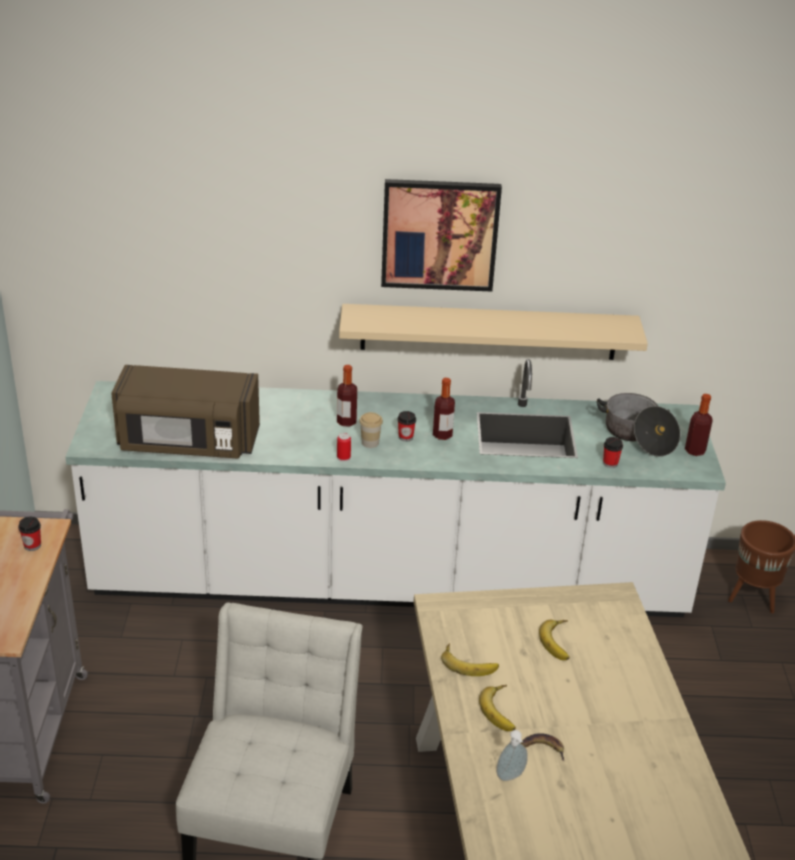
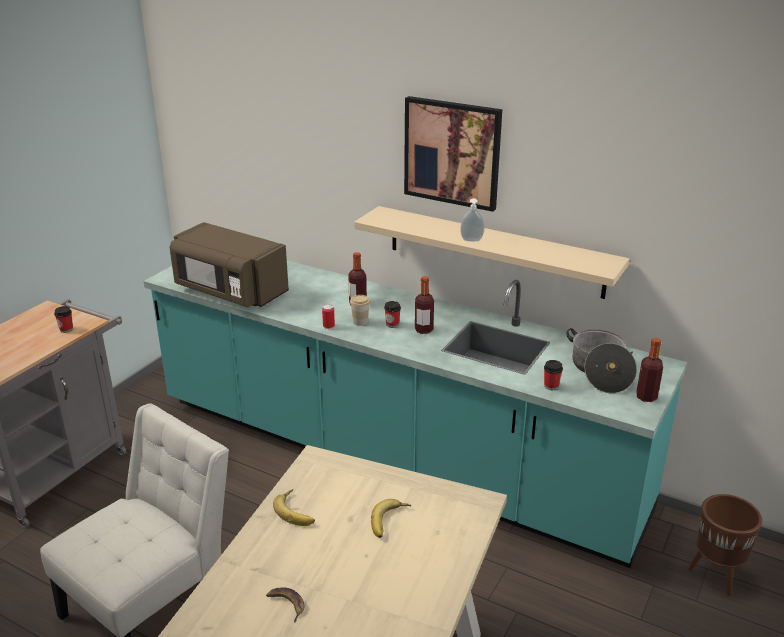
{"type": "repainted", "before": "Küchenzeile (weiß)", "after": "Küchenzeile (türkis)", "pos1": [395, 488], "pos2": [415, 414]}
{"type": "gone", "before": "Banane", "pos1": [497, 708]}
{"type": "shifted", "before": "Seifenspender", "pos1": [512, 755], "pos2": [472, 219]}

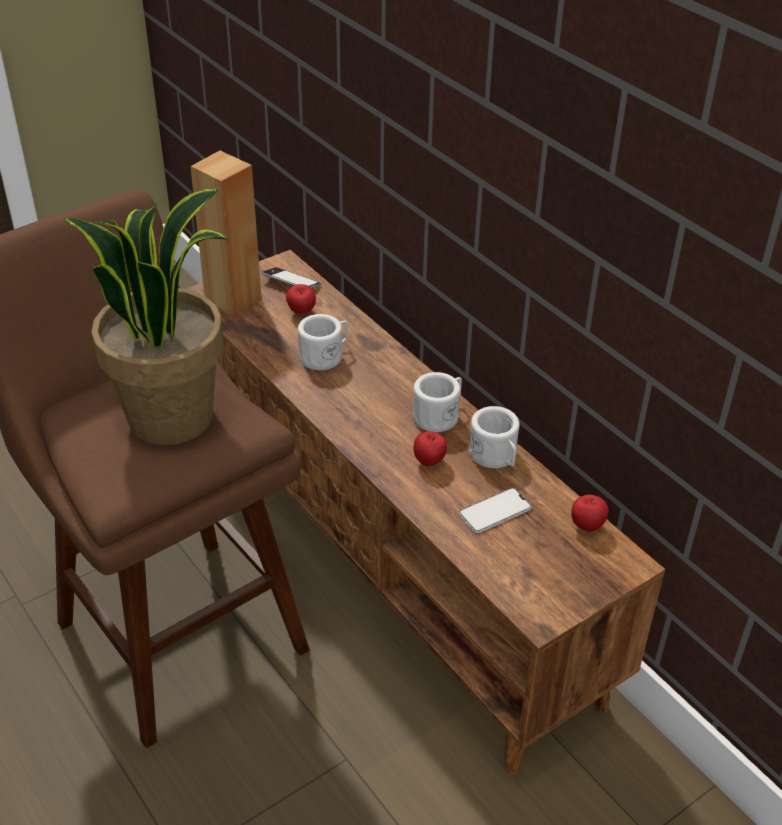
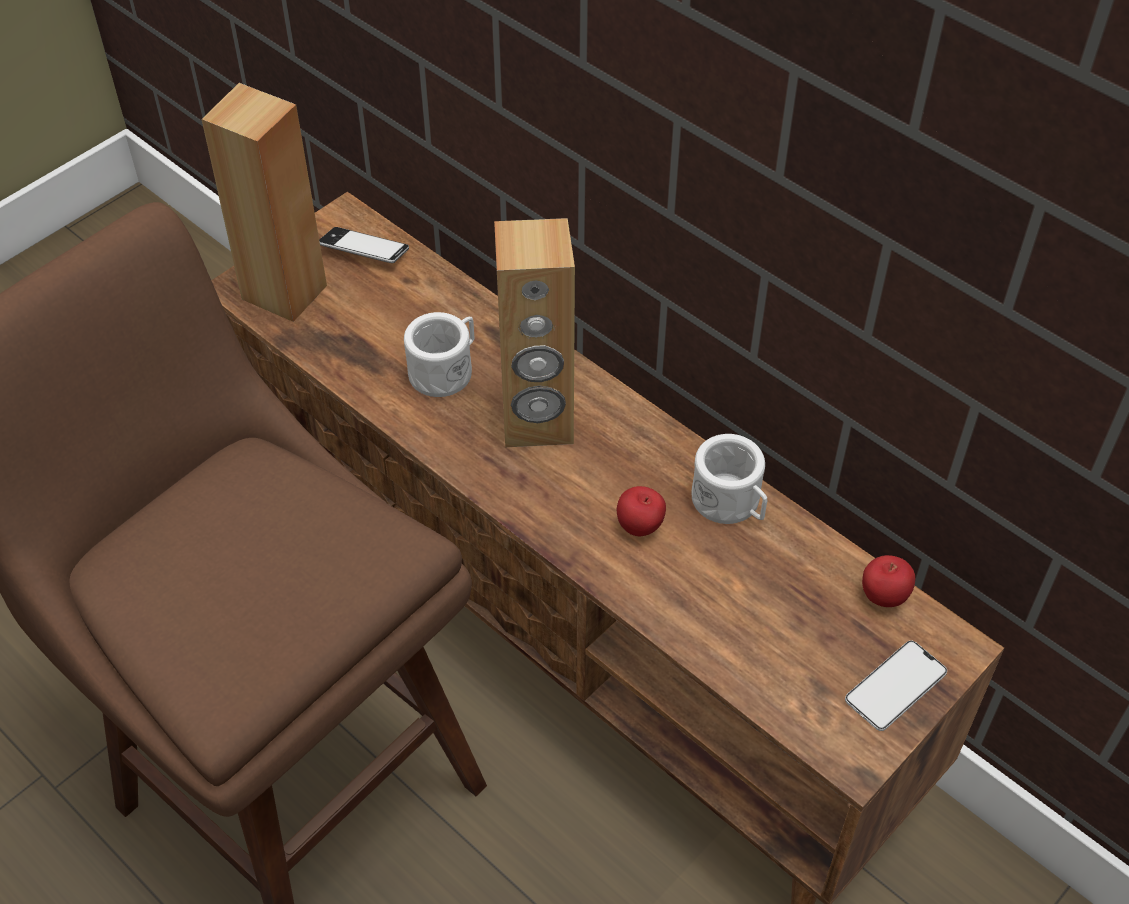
{"type": "gone", "before": "Topfpflanze", "pos1": [145, 316]}
{"type": "gone", "before": "Apfel", "pos1": [301, 299]}
{"type": "gone", "before": "Henkelbecher (weiß)", "pos1": [437, 402]}
{"type": "shifted", "before": "Handy", "pos1": [495, 510], "pos2": [896, 685]}
{"type": "new", "after": "Lautsprecher (braun)", "pos2": [534, 332]}

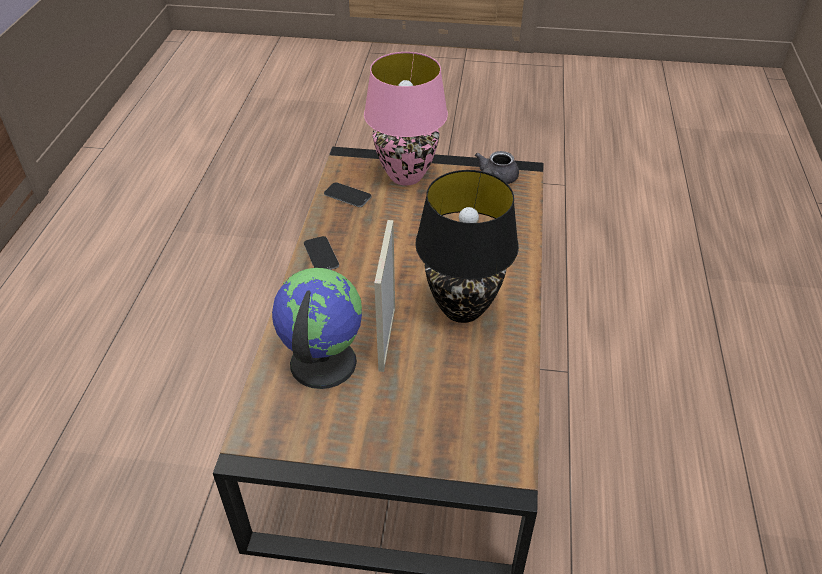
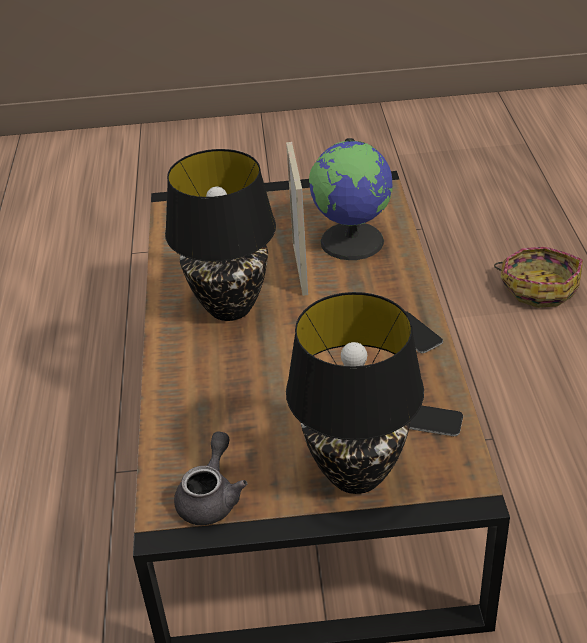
{"type": "repainted", "before": "Tischlampe (rosa)", "after": "Tischlampe (schwarz)", "pos1": [406, 118], "pos2": [355, 393]}
{"type": "new", "after": "Korb", "pos2": [538, 277]}

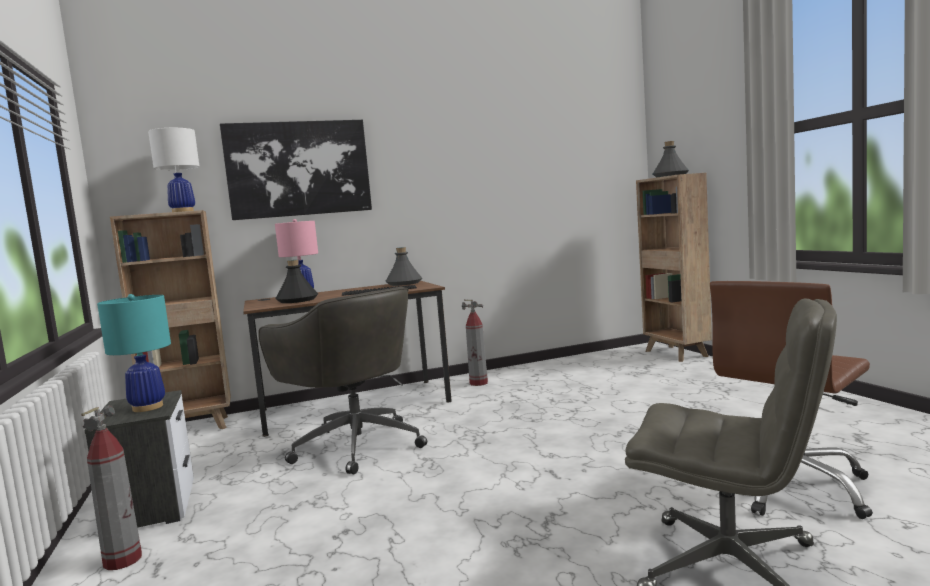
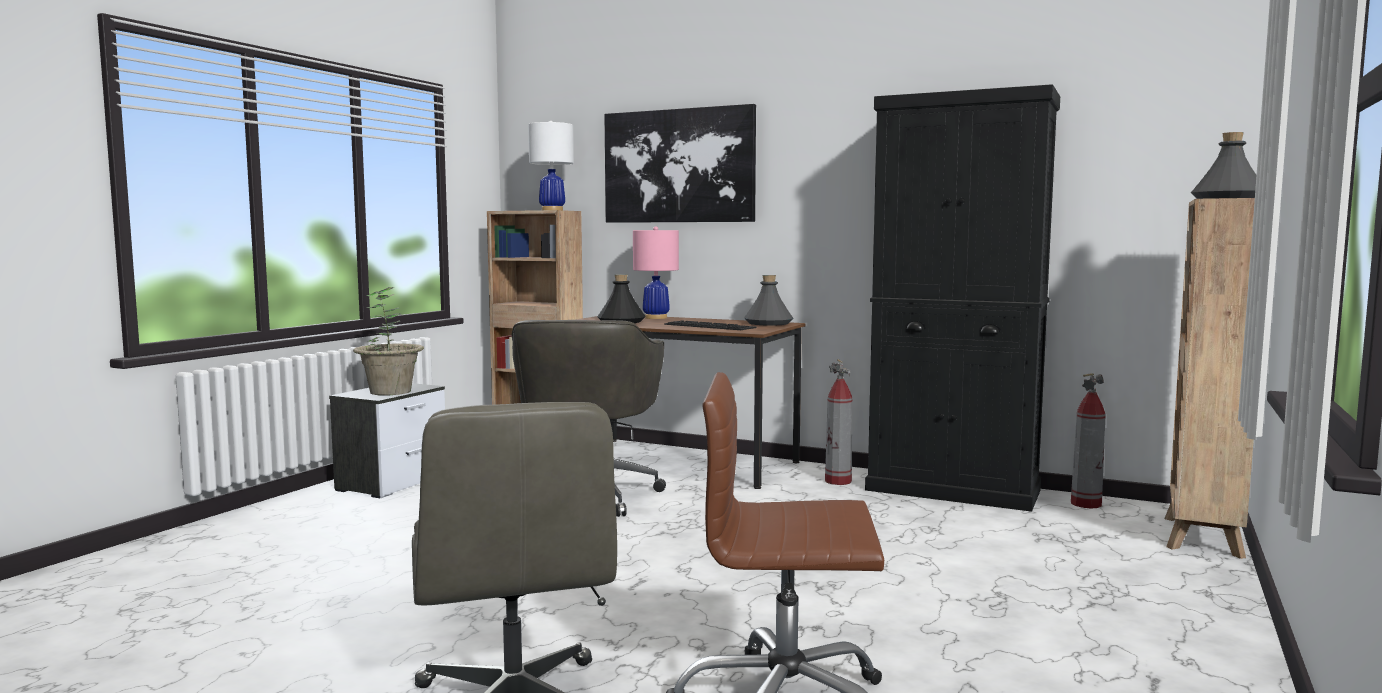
{"type": "swapped", "before": "Tischlampe (türkis)", "after": "Topfpflanze", "pos1": [134, 353], "pos2": [388, 341]}
{"type": "shifted", "before": "Feuerlöscher", "pos1": [111, 487], "pos2": [1088, 440]}
{"type": "new", "after": "Schrank (schwarz)", "pos2": [962, 298]}

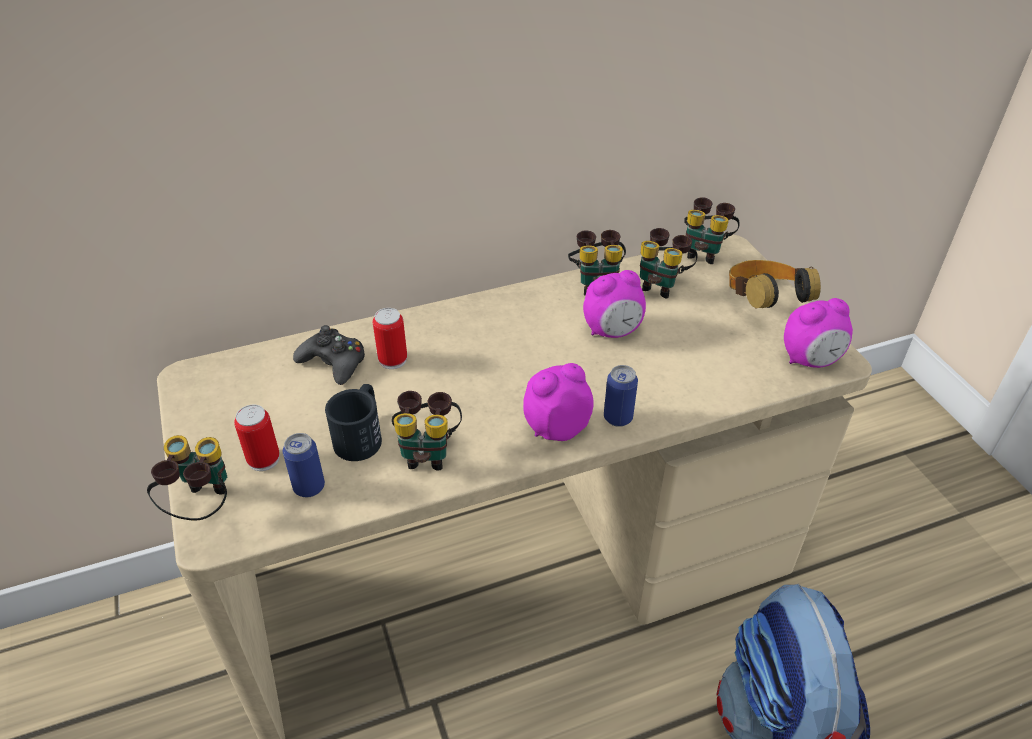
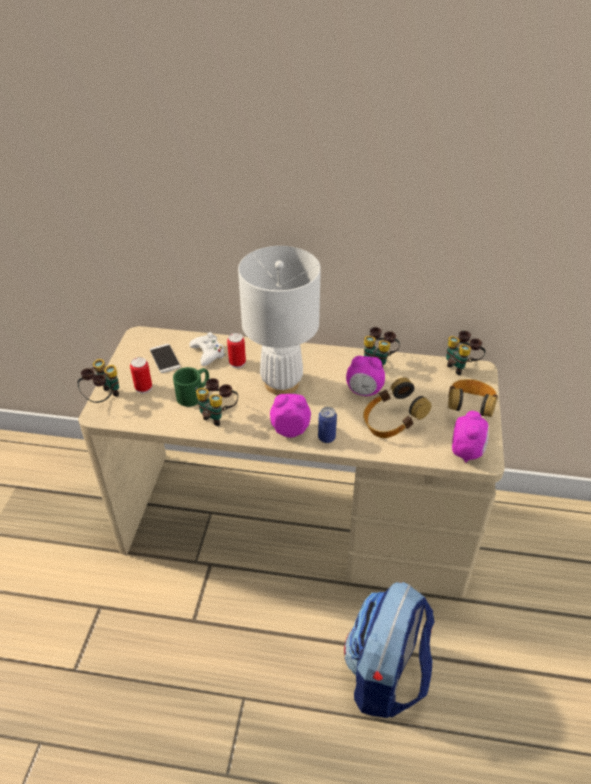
{"type": "gone", "before": "Fernglas", "pos1": [669, 263]}
{"type": "rotated", "before": "Wecker", "pos1": [818, 333], "pos2": [470, 437], "turn": -90}
{"type": "repainted", "before": "Gamepad (schwarz)", "after": "Gamepad (weiß)", "pos1": [329, 355], "pos2": [207, 349]}
{"type": "repainted", "before": "Henkelbecher (schwarz)", "after": "Henkelbecher (grün)", "pos1": [353, 422], "pos2": [191, 387]}
{"type": "gone", "before": "Dose", "pos1": [304, 465]}
{"type": "new", "after": "Tischlampe (weiß)", "pos2": [279, 320]}
{"type": "new", "after": "Handy", "pos2": [165, 358]}
{"type": "new", "after": "Kopfhörer", "pos2": [397, 407]}

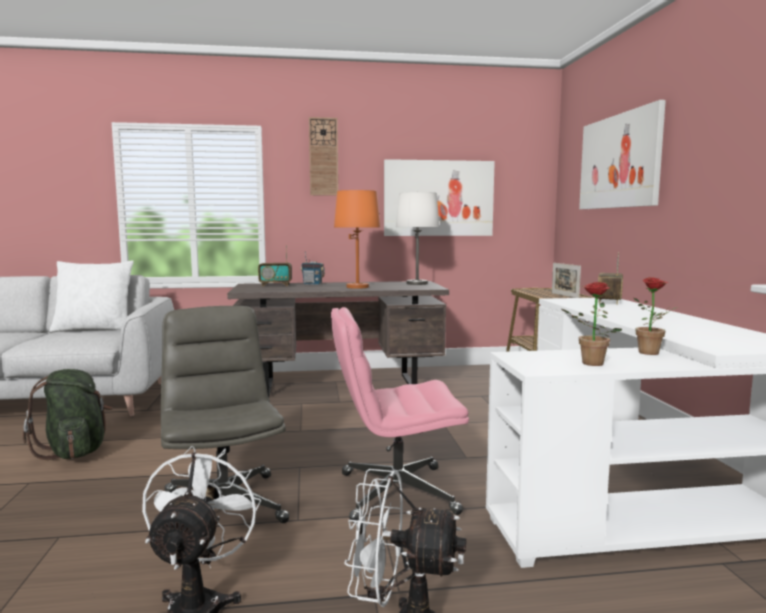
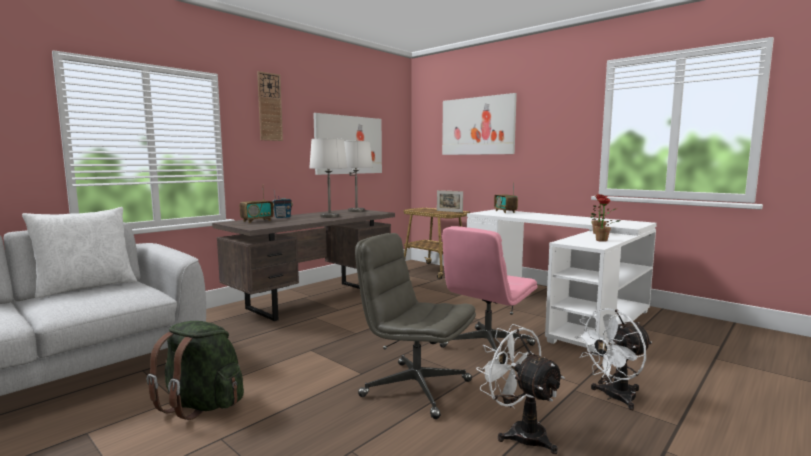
{"type": "repainted", "before": "Tischlampe (orange)", "after": "Tischlampe (weiß)", "pos1": [357, 239], "pos2": [328, 178]}

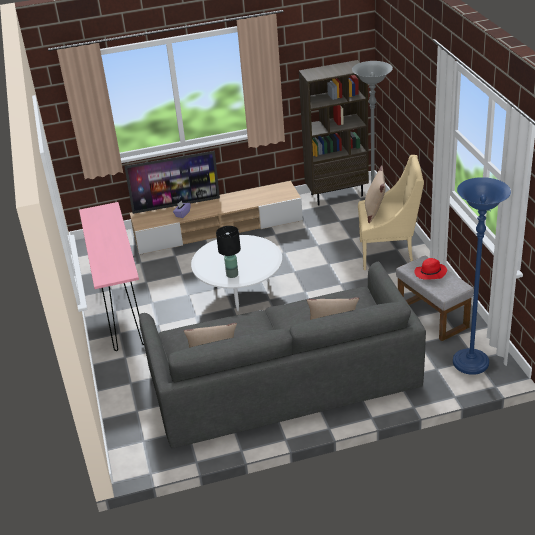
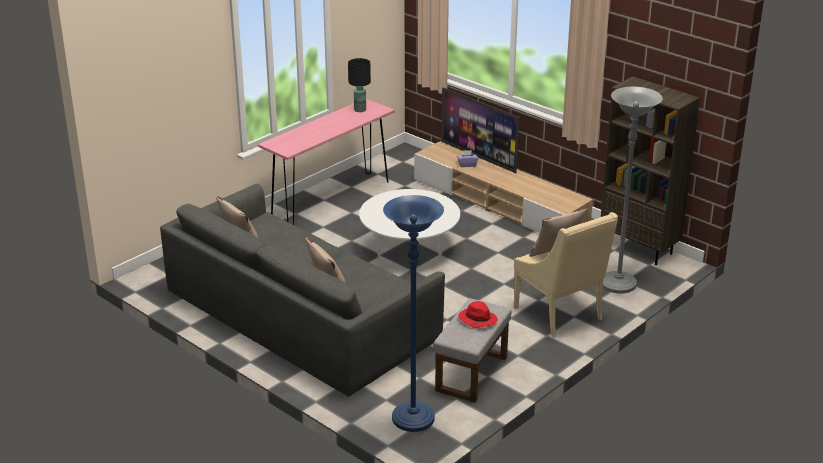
{"type": "shifted", "before": "Tischlampe (schwarz)", "pos1": [228, 252], "pos2": [359, 85]}

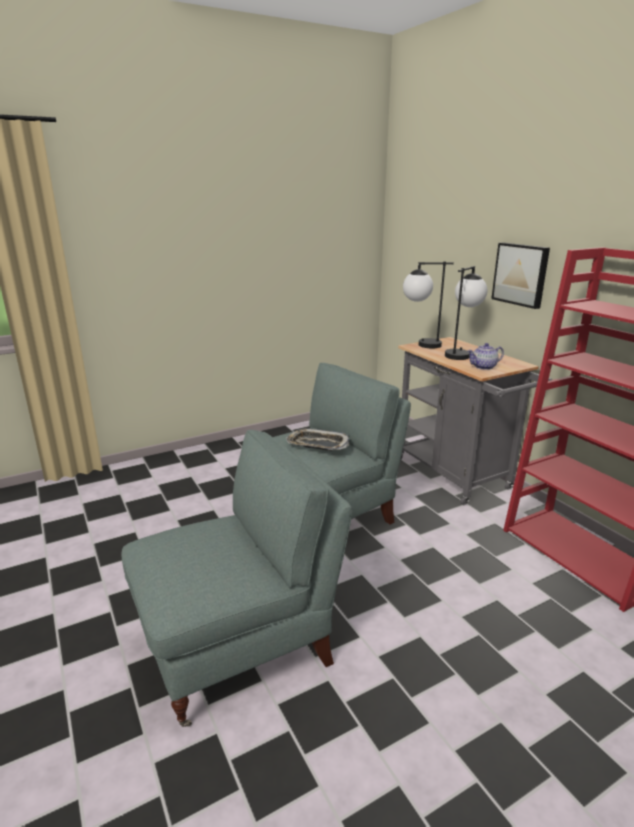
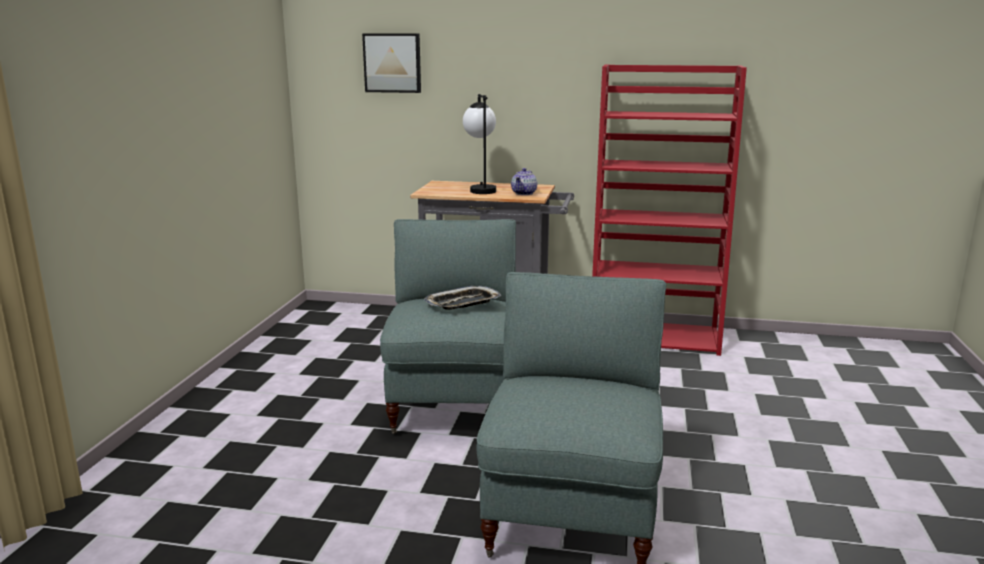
{"type": "shifted", "before": "Bild", "pos1": [520, 276], "pos2": [391, 63]}
{"type": "gone", "before": "Tischlampe", "pos1": [428, 304]}

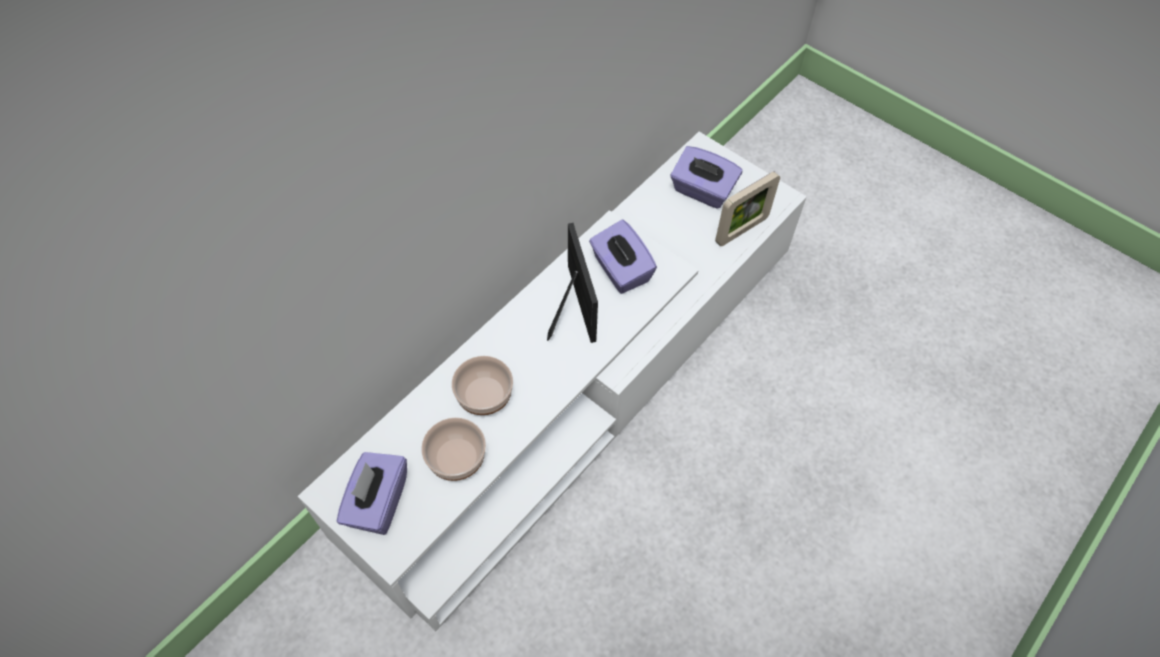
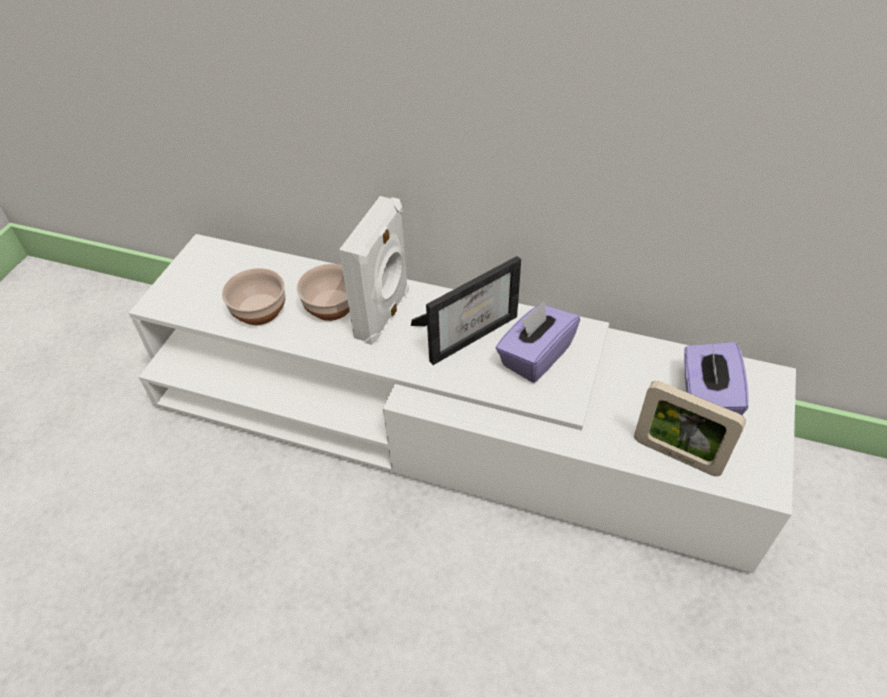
{"type": "gone", "before": "Taschentuchbox (lila)", "pos1": [372, 493]}
{"type": "new", "after": "Lautsprecher (weiß)", "pos2": [374, 270]}

